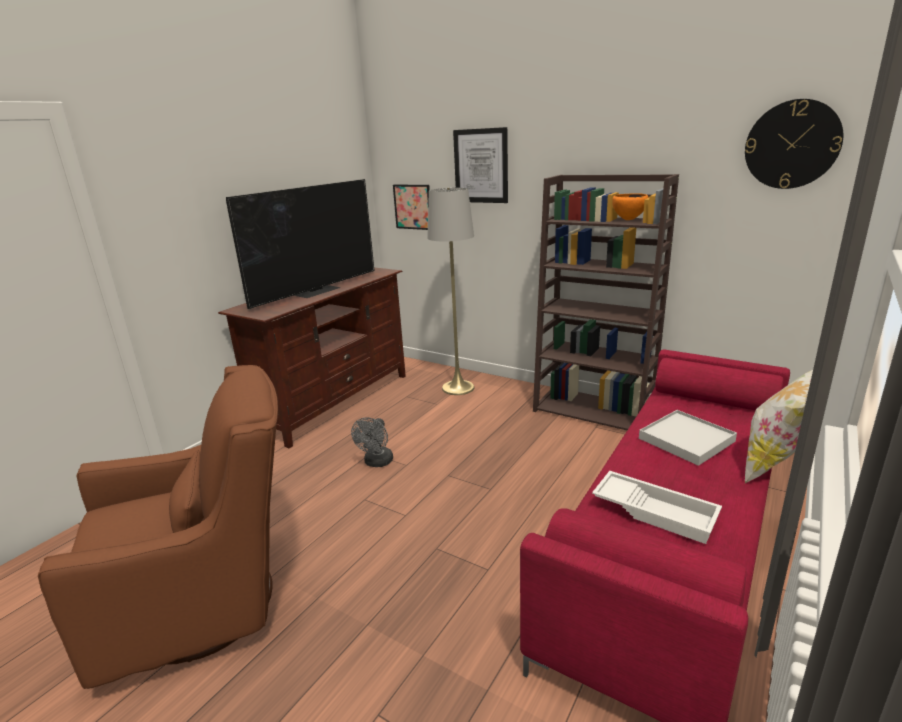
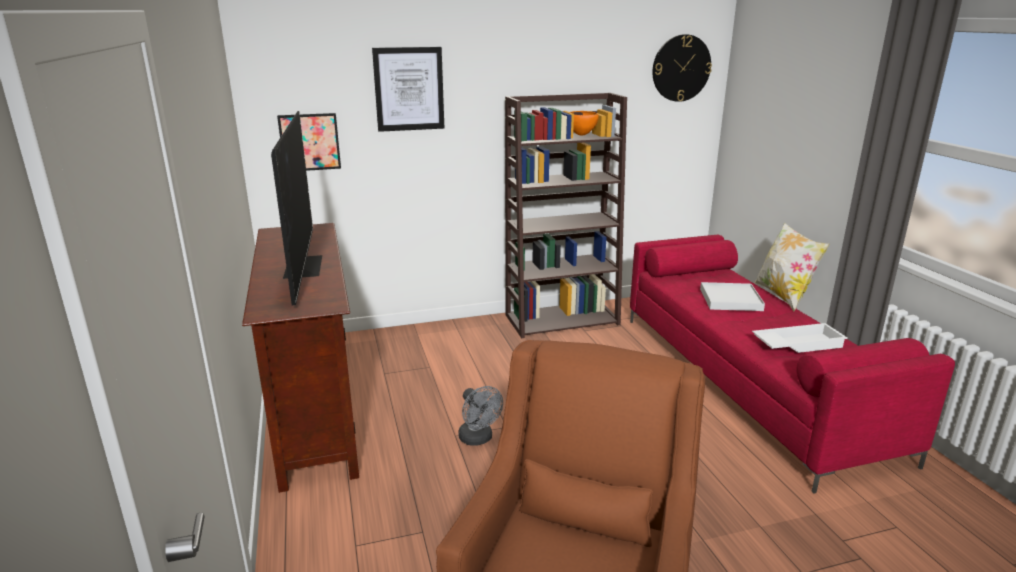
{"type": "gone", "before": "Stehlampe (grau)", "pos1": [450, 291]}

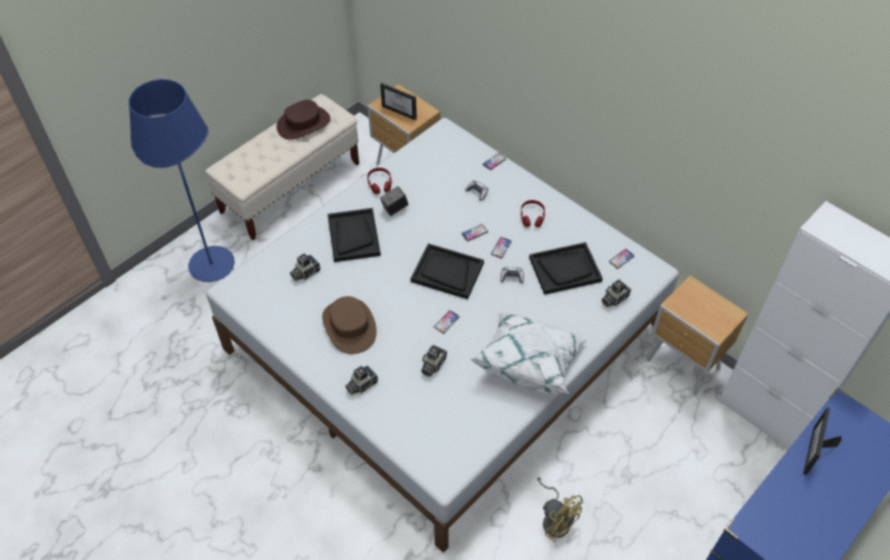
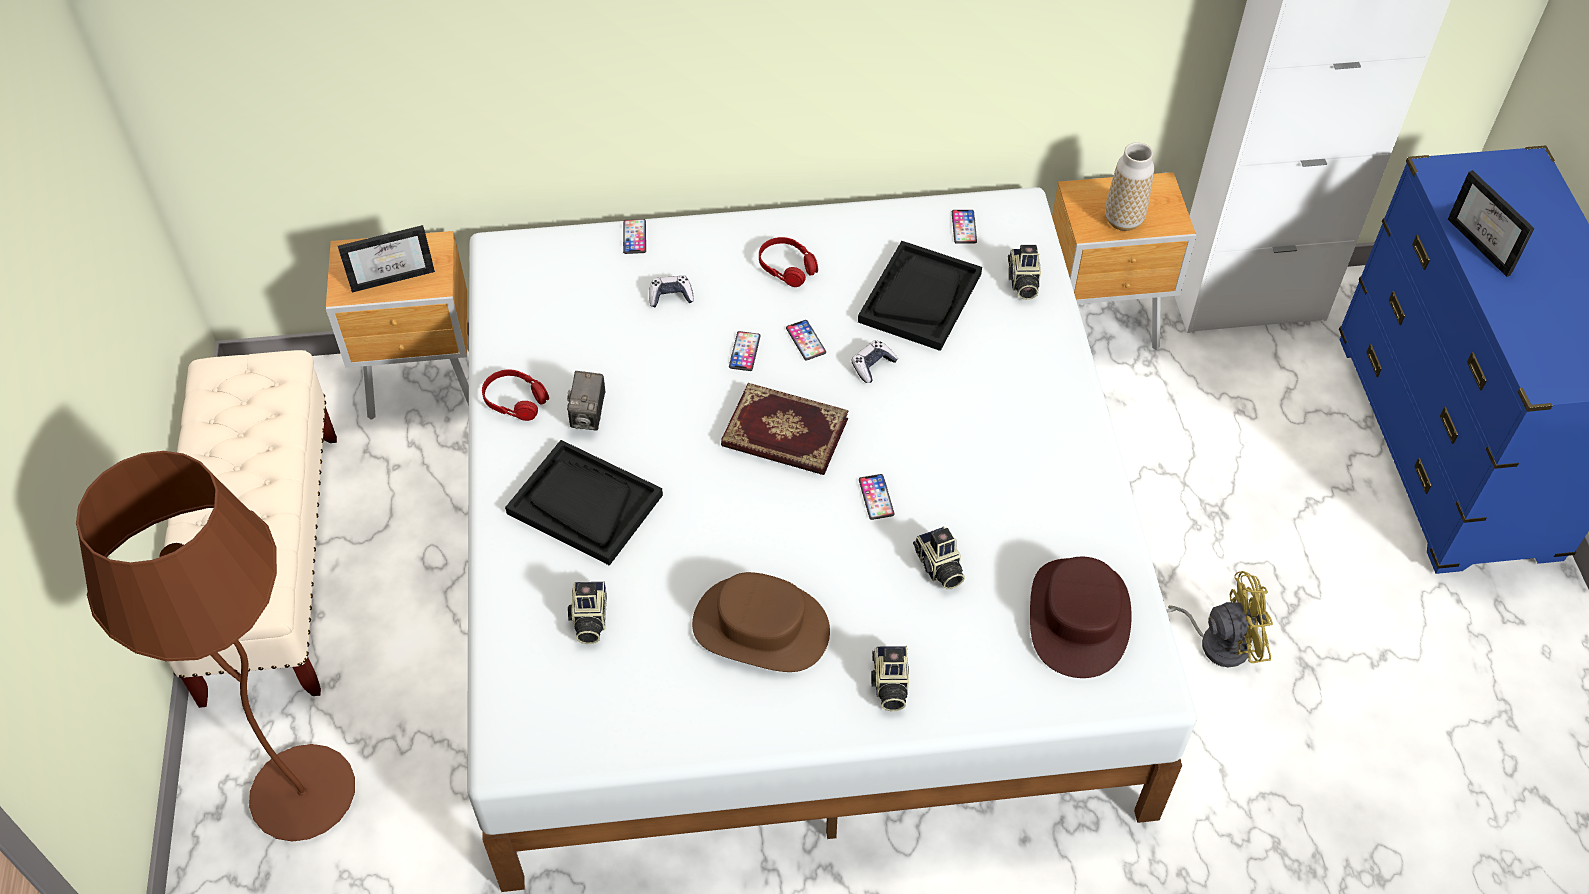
{"type": "repainted", "before": "Stehlampe (blau)", "after": "Stehlampe (braun)", "pos1": [182, 180], "pos2": [215, 646]}
{"type": "shifted", "before": "Hut (braun)", "pos1": [304, 120], "pos2": [1081, 617]}
{"type": "swapped", "before": "Tablett (schwarz)", "after": "Buch", "pos1": [447, 271], "pos2": [785, 429]}
{"type": "gone", "before": "Kissen (weiß)", "pos1": [528, 353]}
{"type": "new", "after": "Vase", "pos2": [1129, 186]}

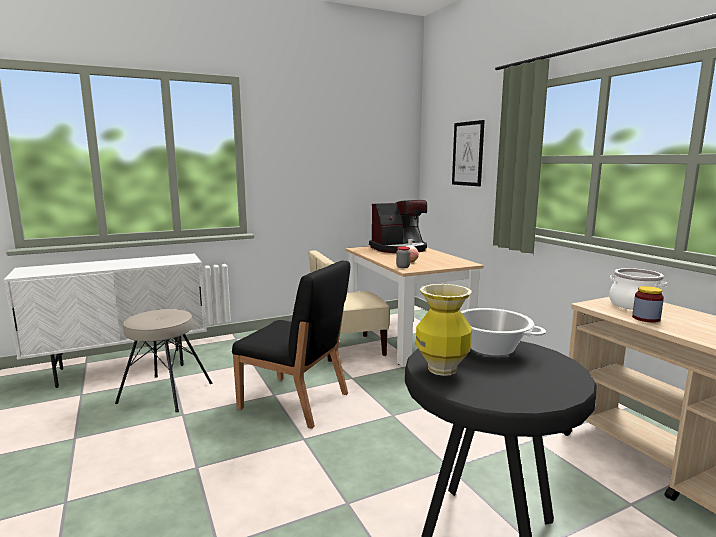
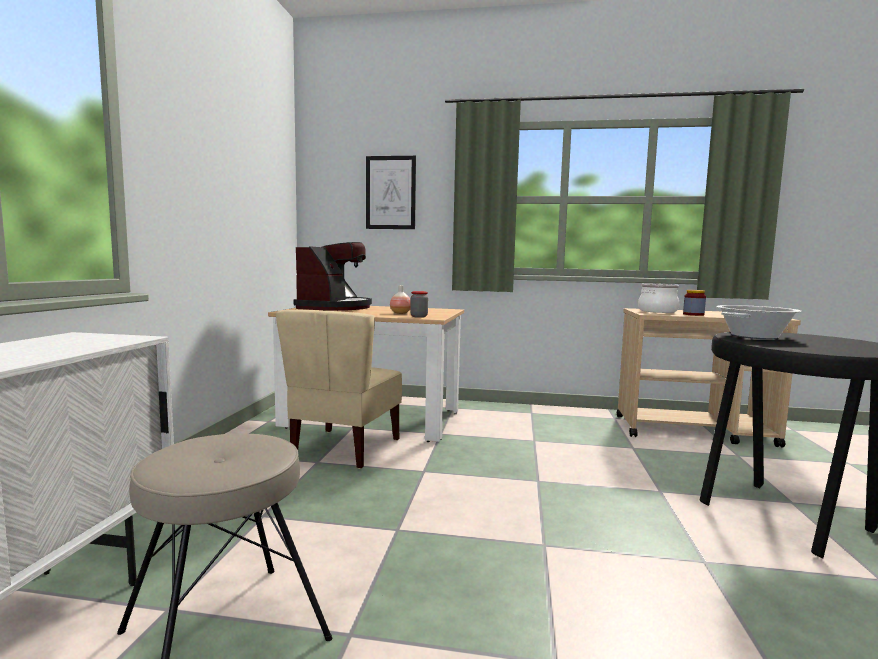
{"type": "gone", "before": "Stuhl (schwarz)", "pos1": [291, 345]}
{"type": "gone", "before": "Vase", "pos1": [444, 330]}

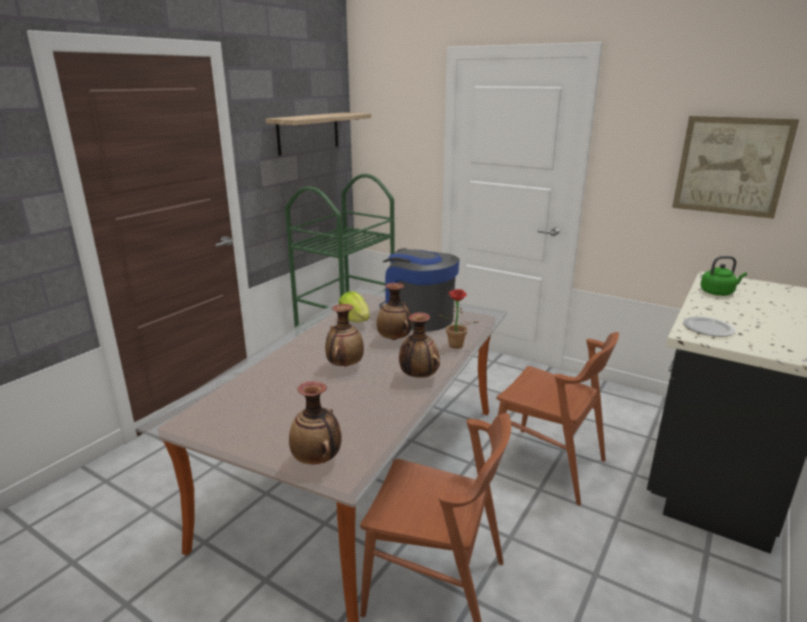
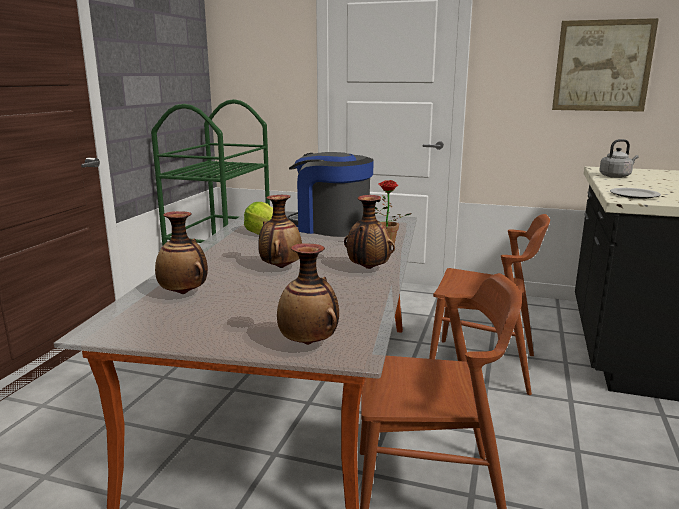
{"type": "gone", "before": "Wandregal", "pos1": [318, 134]}
{"type": "repainted", "before": "Wasserkessel (grün)", "after": "Wasserkessel (grau)", "pos1": [723, 276], "pos2": [619, 158]}
{"type": "shifted", "before": "Vase", "pos1": [394, 311], "pos2": [181, 252]}

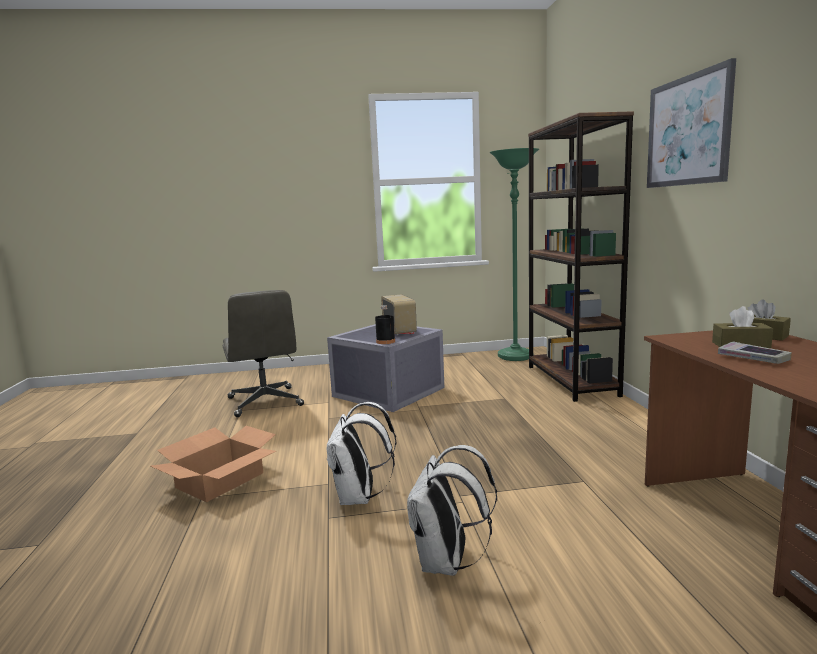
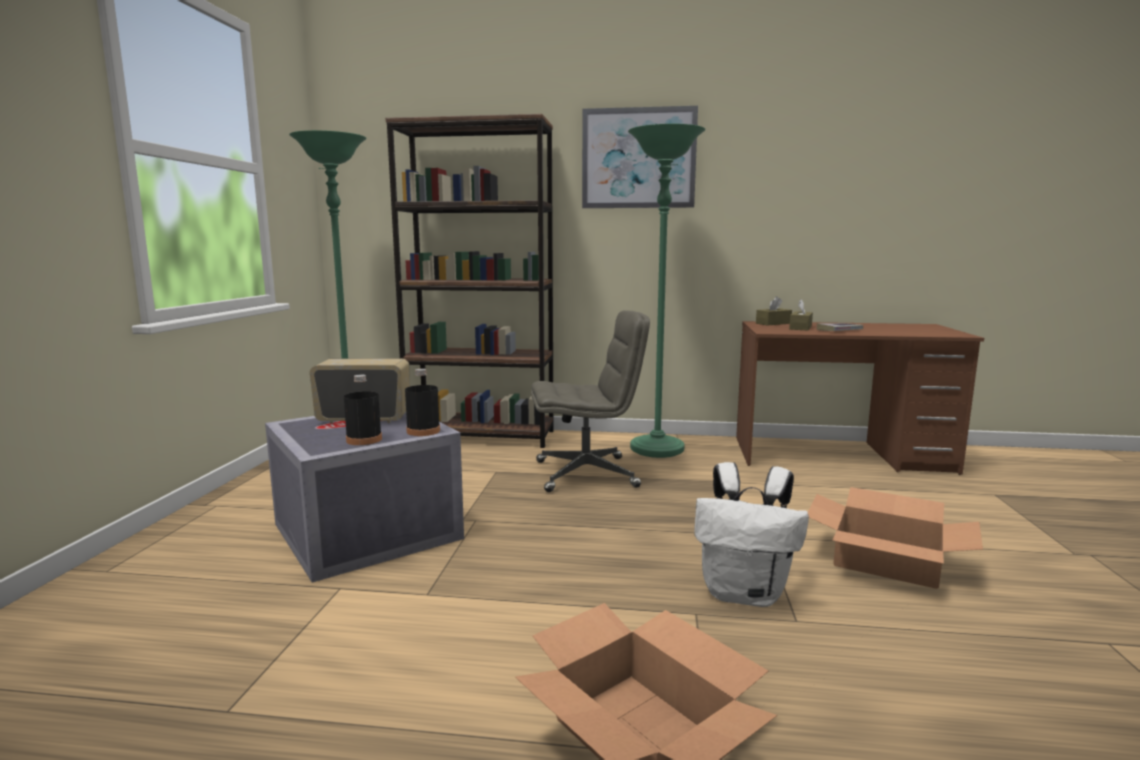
{"type": "shifted", "before": "Bürostuhl (grau)", "pos1": [263, 353], "pos2": [590, 401]}
{"type": "swapped", "before": "Rucksack (weiß)", "after": "Karton", "pos1": [452, 510], "pos2": [895, 538]}
{"type": "new", "after": "Stehlampe (grün)", "pos2": [666, 291]}
{"type": "new", "after": "Flasche (schwarz)", "pos2": [363, 409]}

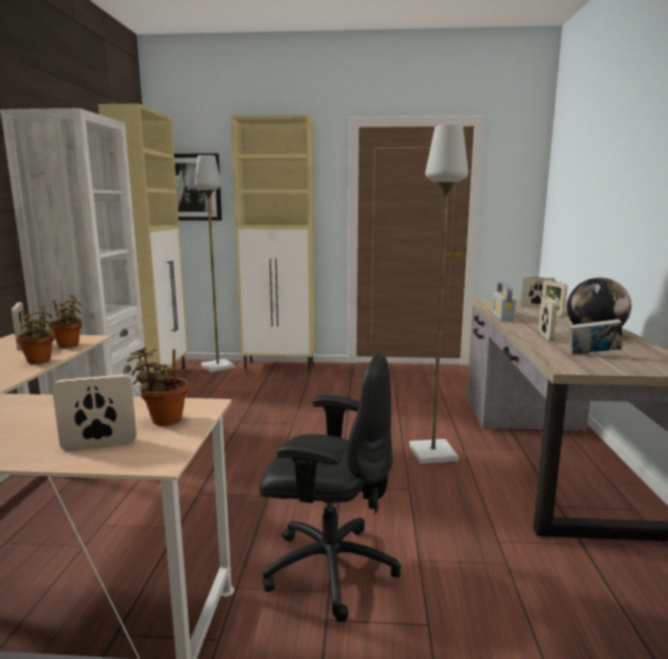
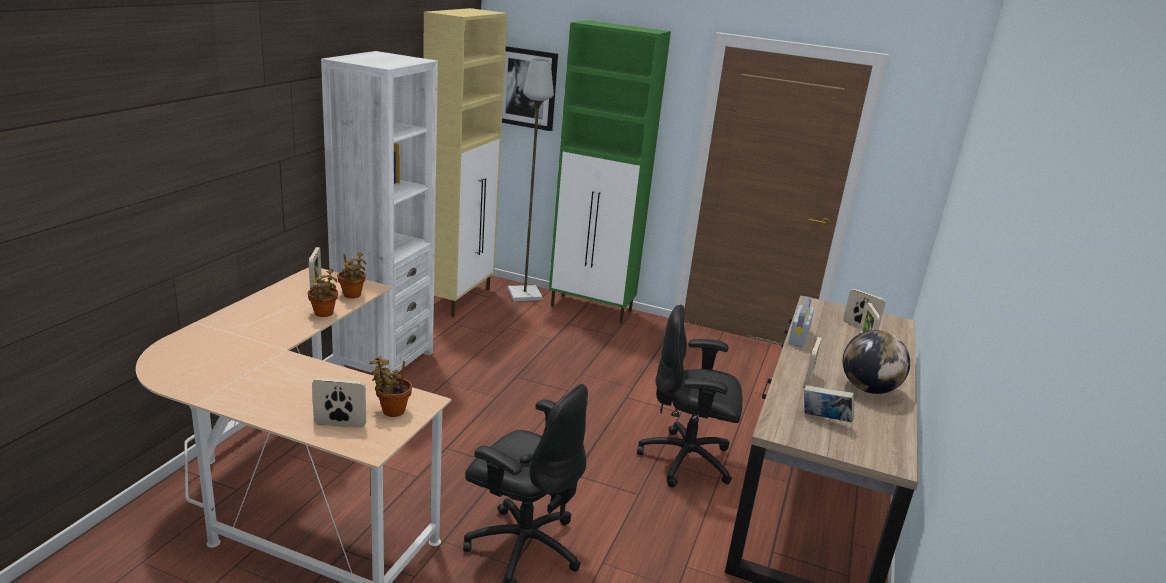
{"type": "repainted", "before": "Schrank (beige)", "after": "Schrank (grün)", "pos1": [273, 243], "pos2": [610, 172]}
{"type": "swapped", "before": "Stehlampe (grau)", "after": "Bürostuhl (schwarz)", "pos1": [438, 294], "pos2": [690, 396]}

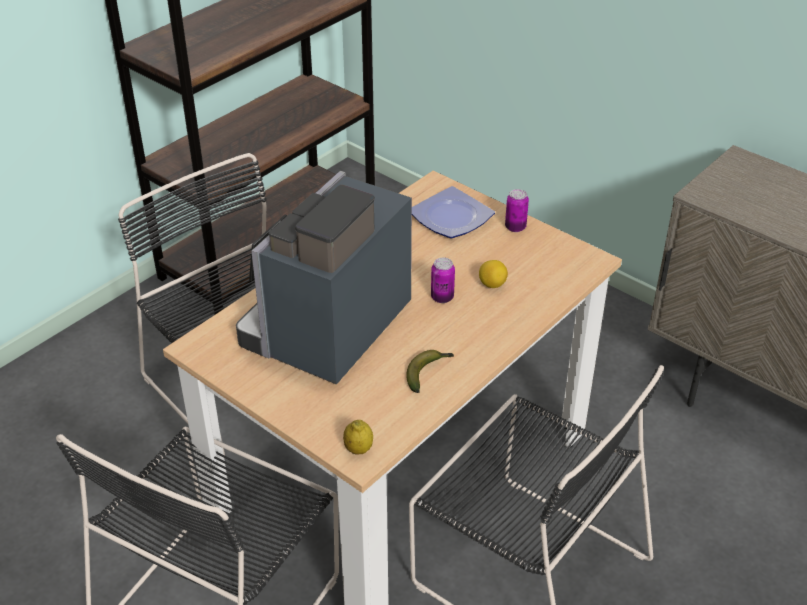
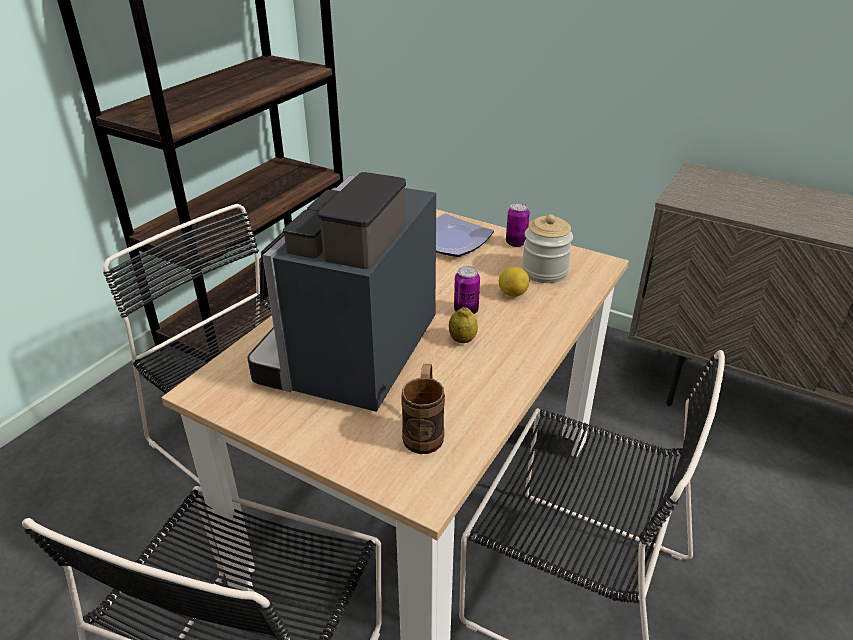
{"type": "gone", "before": "Banane", "pos1": [430, 371]}
{"type": "shifted", "before": "Zitrone", "pos1": [358, 437], "pos2": [463, 325]}
{"type": "new", "after": "Vorratsglas", "pos2": [547, 248]}
{"type": "new", "after": "Henkelbecher (braun)", "pos2": [423, 409]}

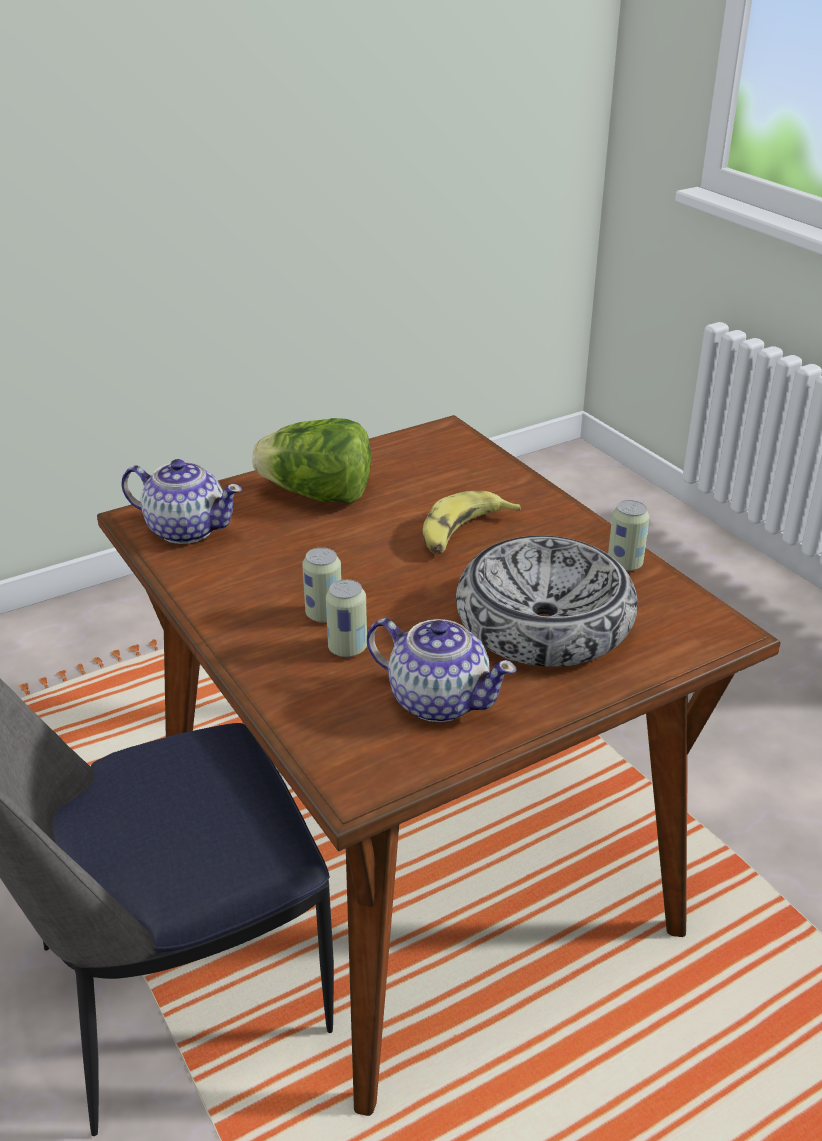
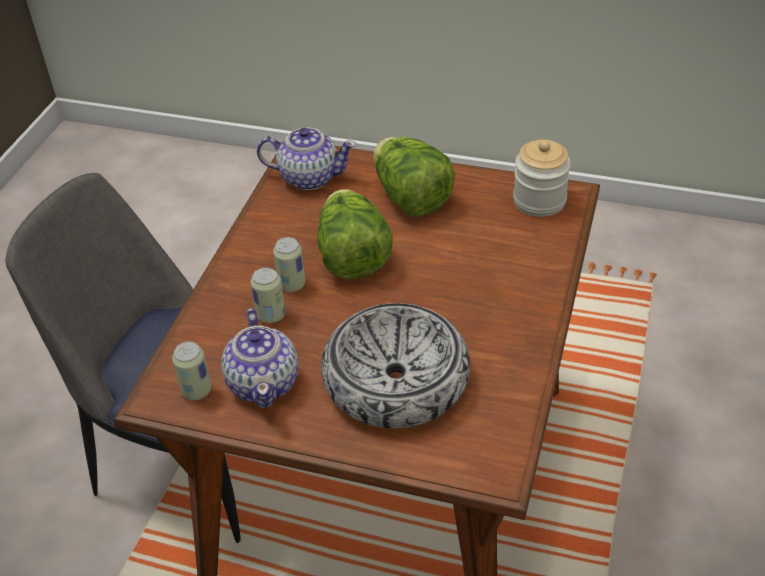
{"type": "rotated", "before": "Teekanne", "pos1": [181, 501], "pos2": [306, 159], "turn": -60}
{"type": "gone", "before": "Banane", "pos1": [472, 522]}
{"type": "shifted", "before": "Dose", "pos1": [629, 535], "pos2": [192, 370]}
{"type": "new", "after": "Vorratsglas", "pos2": [542, 178]}
{"type": "new", "after": "Salatkopf", "pos2": [355, 234]}

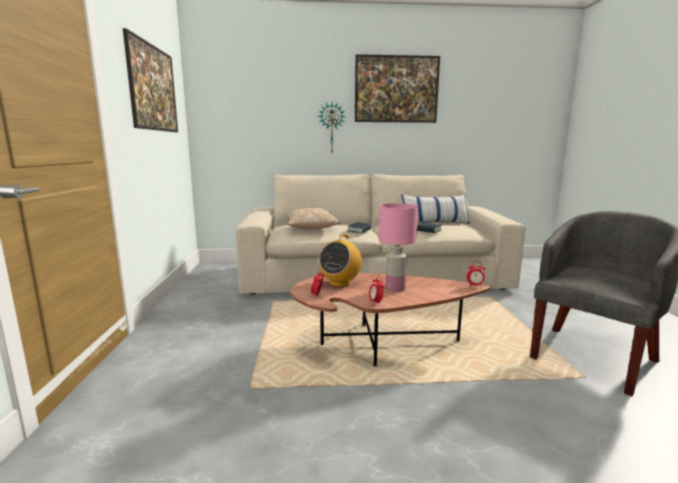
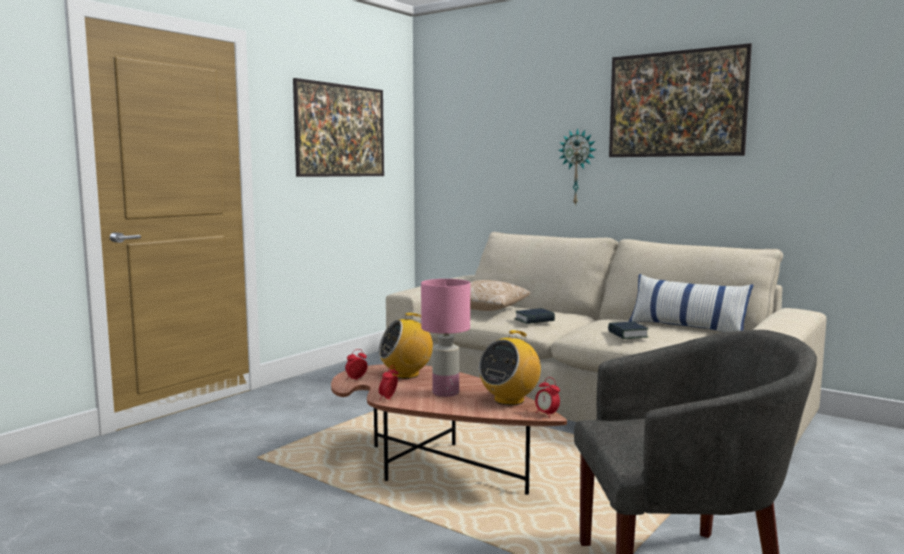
{"type": "new", "after": "Radio", "pos2": [510, 367]}

